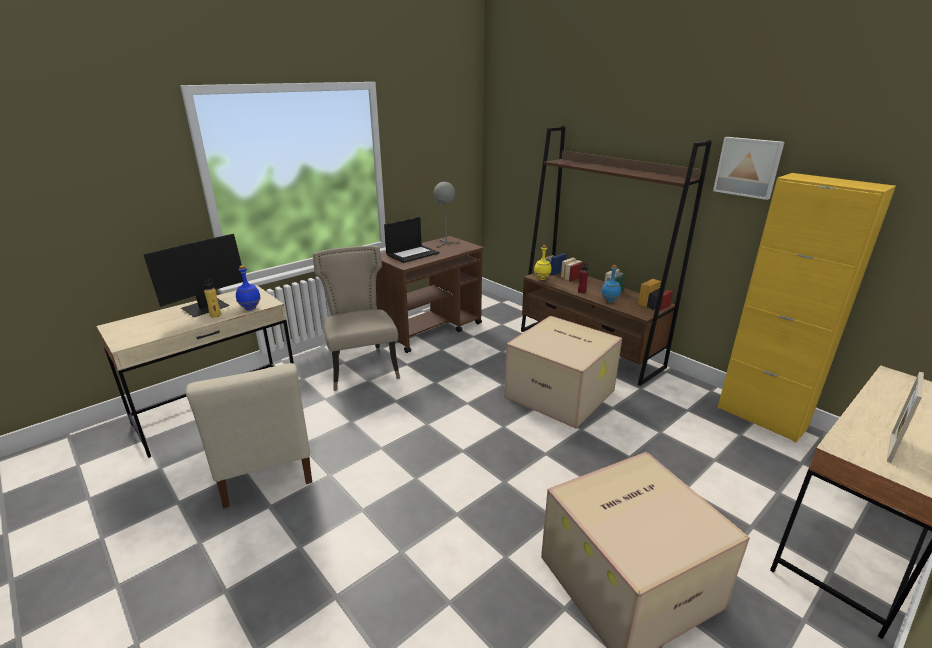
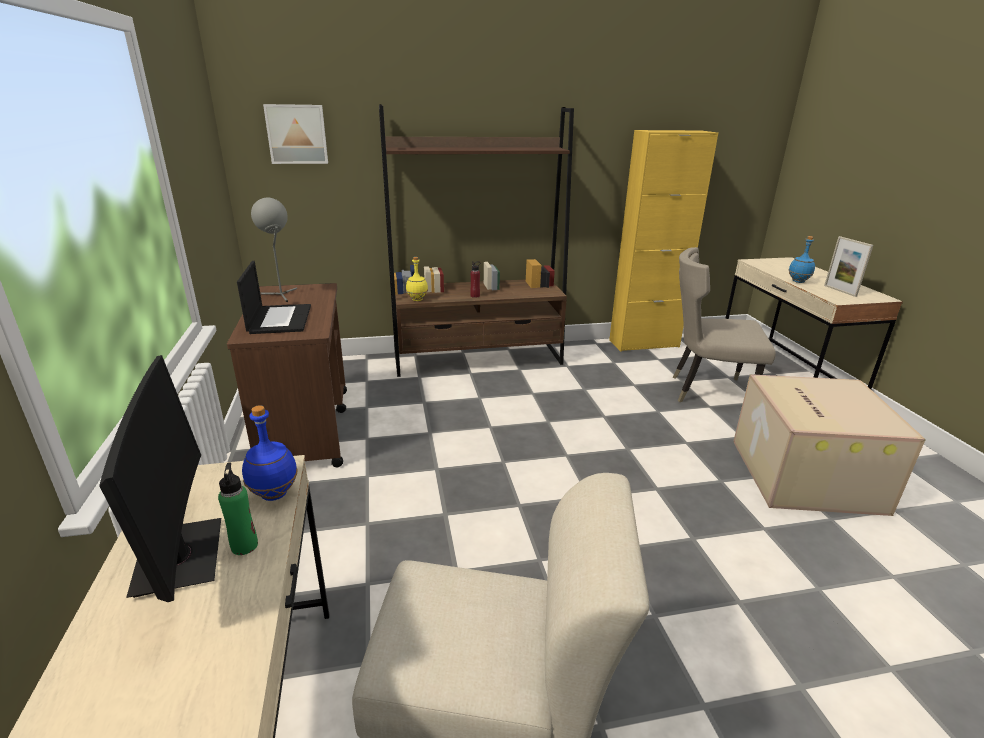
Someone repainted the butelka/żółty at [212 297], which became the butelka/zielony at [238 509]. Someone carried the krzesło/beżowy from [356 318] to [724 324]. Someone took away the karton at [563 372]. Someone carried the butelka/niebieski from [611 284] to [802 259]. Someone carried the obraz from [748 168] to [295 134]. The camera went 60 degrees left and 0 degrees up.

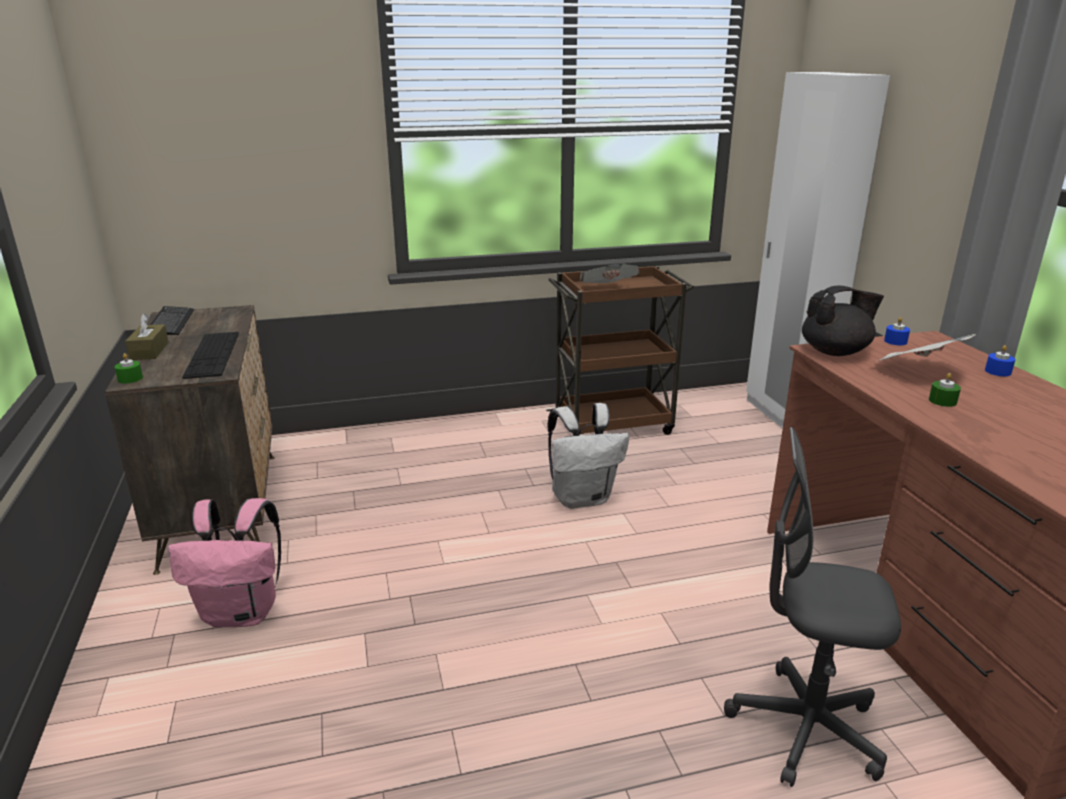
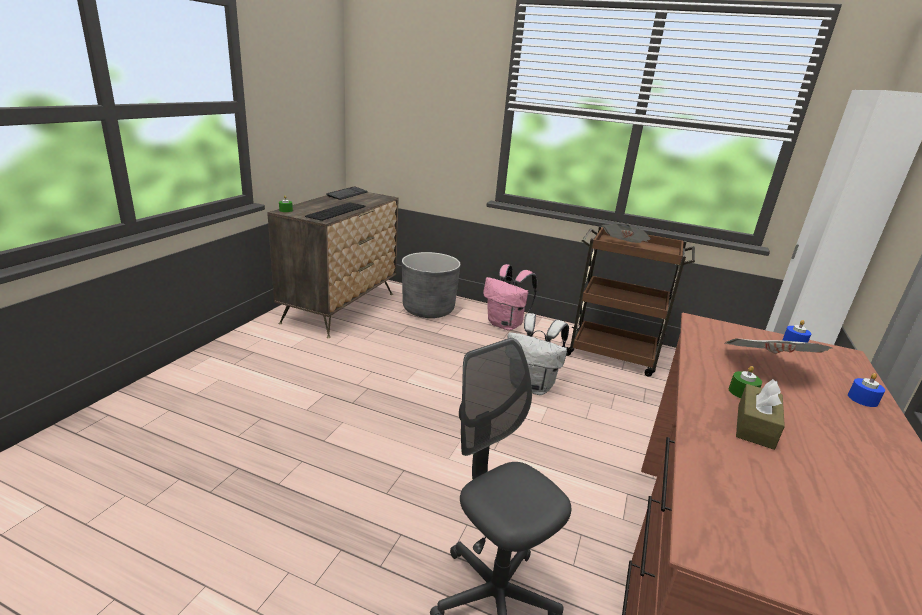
Someone carried the pudełko chusteczek/brązowy from [147 336] to [760 414]. Someone carried the plecak/różowy from [224 562] to [510 297]. Someone took away the imbryk/czarny at [843 320]. Someone put down the donica/szary at [431 285]. The camera went 35 degrees right and 0 degrees up.

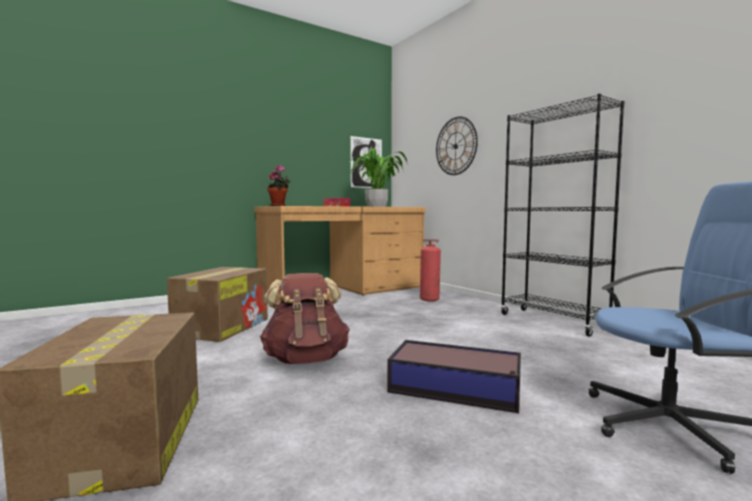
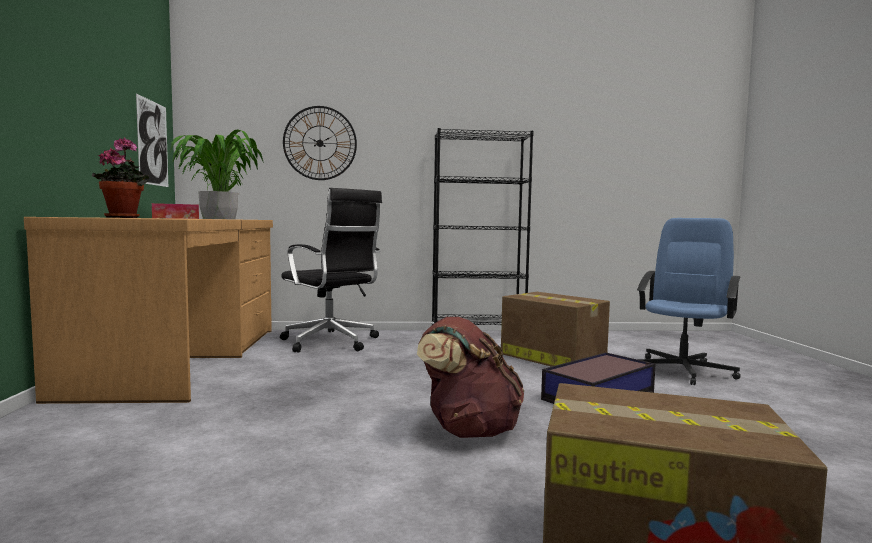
Someone carried the karton from [217 304] to [555 329]. Someone swapped the gaśnica at [430 270] for the krzesło biurowe/czarny at [331 270]. The camera went 60 degrees left and 0 degrees up.

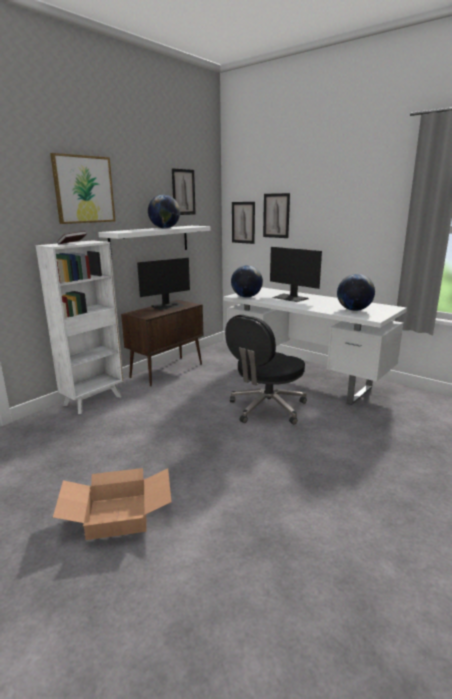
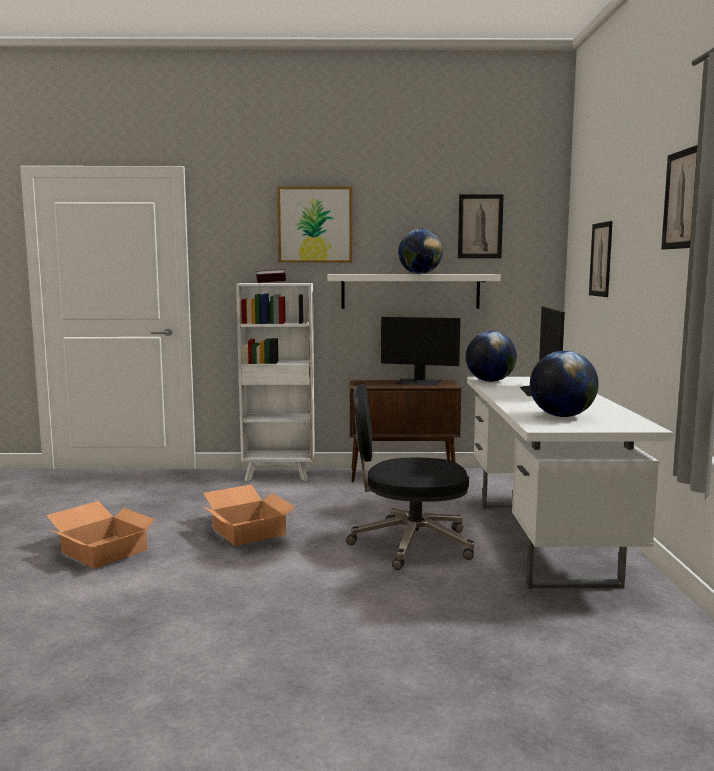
Someone carried the obraz from [243 223] to [679 197]. Someone put down the karton at [248 515]. The camera went 50 degrees right and 10 degrees down.

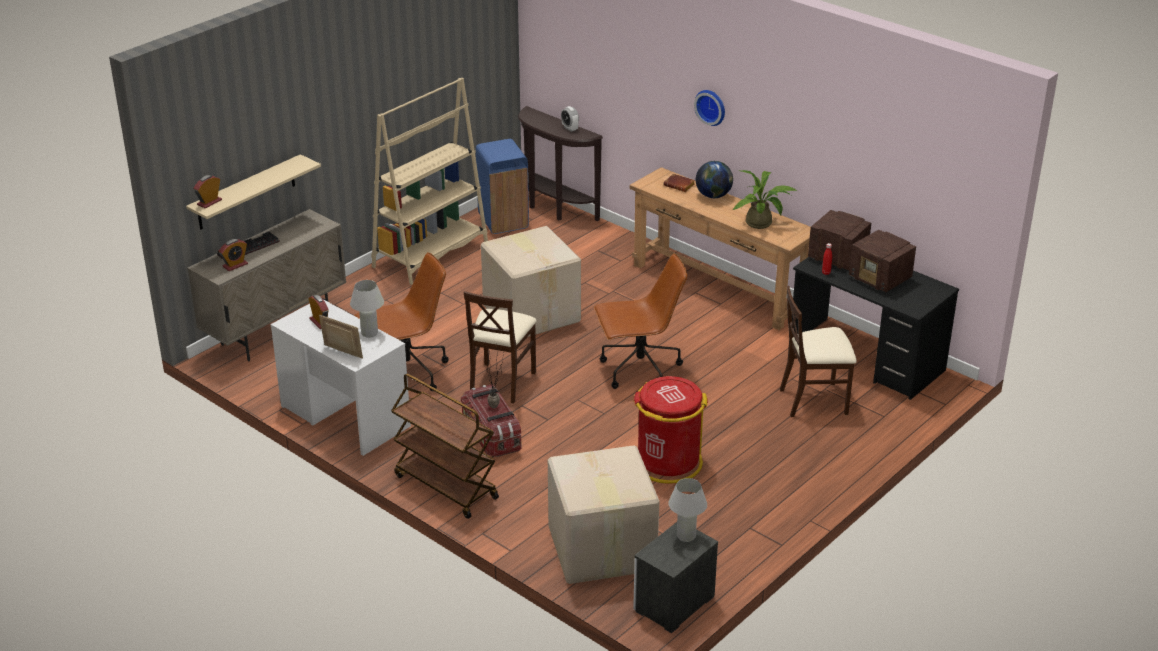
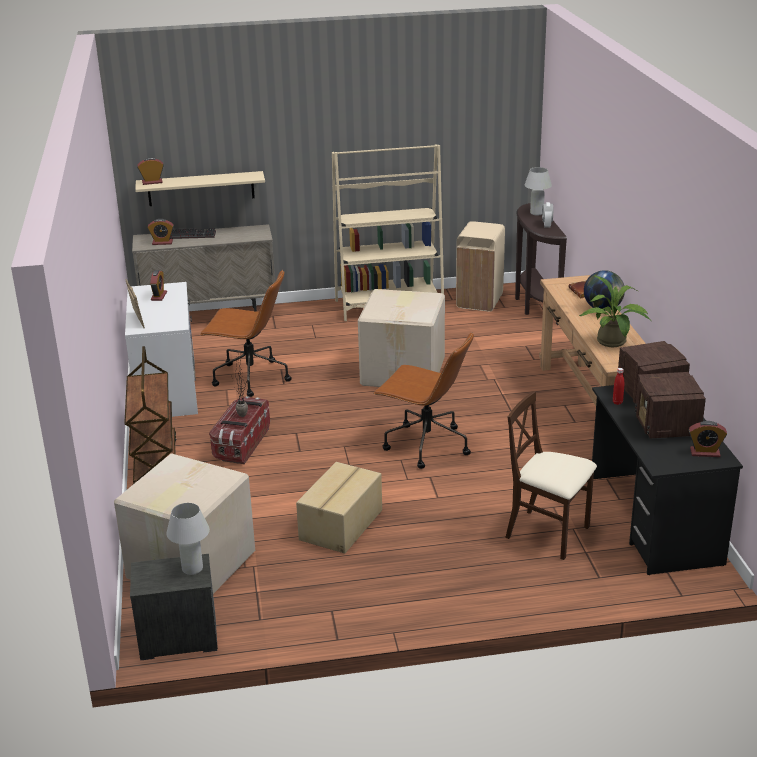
Someone carried the lampa stołowa/biały from [367 309] to [538 191]. Someone took away the krzesło/beżowy at [500 347]. Someone repainted the kosz na śmieci/niebieski at [502 186], which became the kosz na śmieci/beżowy at [480 266]. Someone swapped the kosz na śmieci/czerwony at [671 430] for the karton at [339 507]. Someone took away the zegar ścienny at [709 108]. Someone put down the budzik at [708 439]. The camera went 40 degrees right and 5 degrees down.

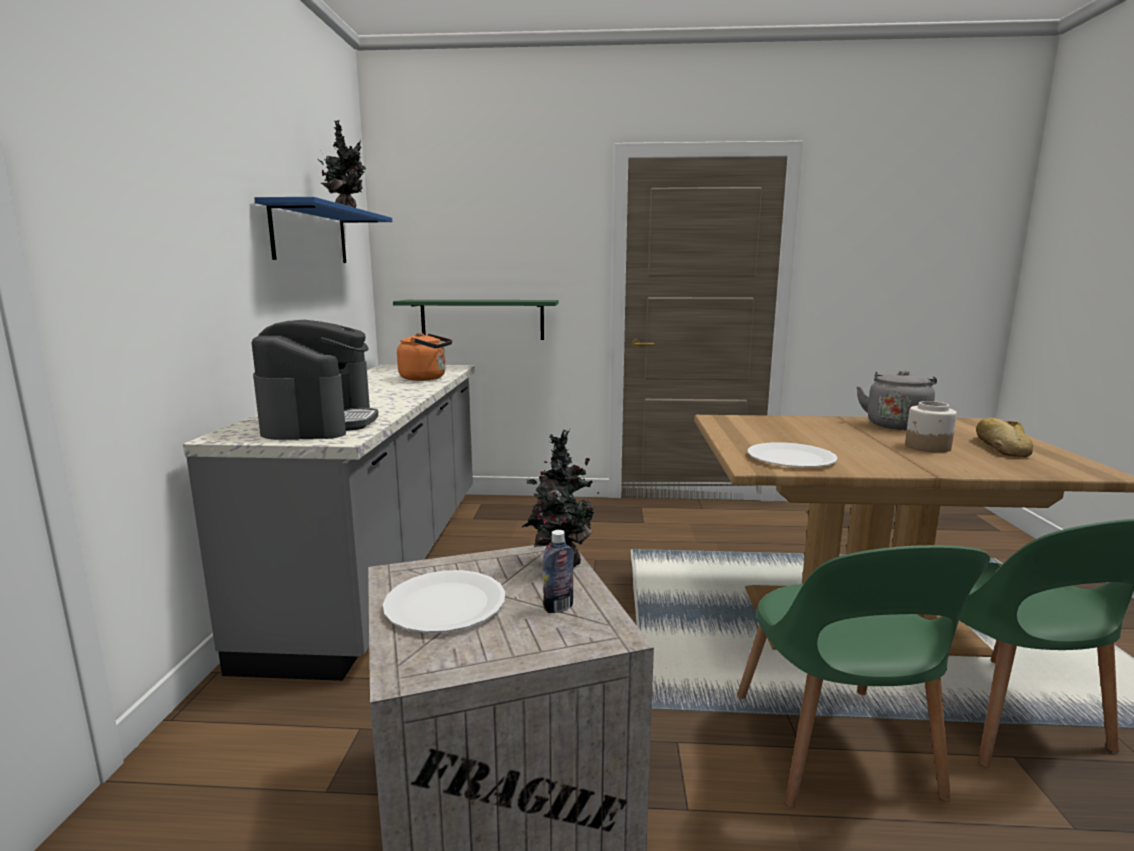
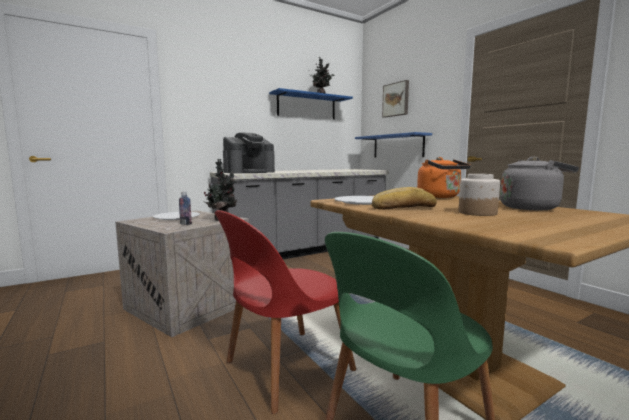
Someone repainted the półka/zielony at [476 320], which became the półka/niebieski at [393 144]. Someone carried the czajnik/pomarańczowy from [424 357] to [444 177]. Someone repainted the krzesło/zielony at [863 676], which became the krzesło/czerwony at [285 312]. Someone carried the chleb from [1004 437] to [404 198]. Someone put up the obraz at [395 99]. The camera went 55 degrees right and 5 degrees down.

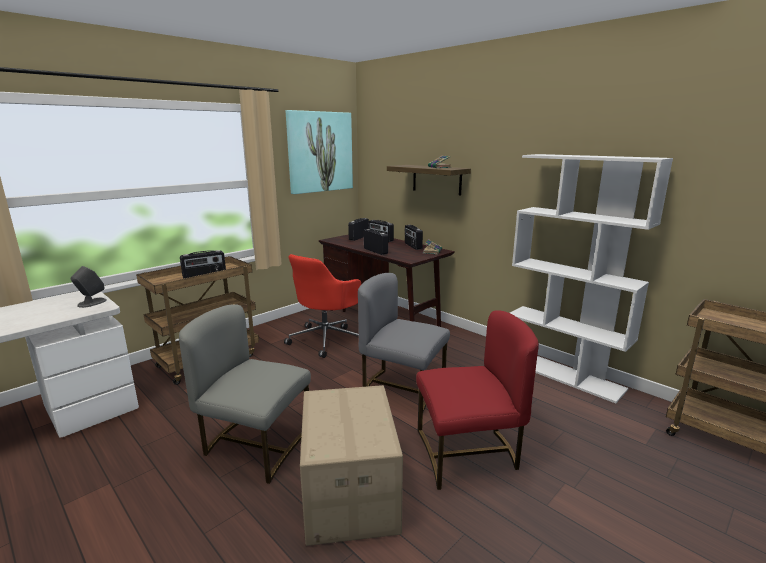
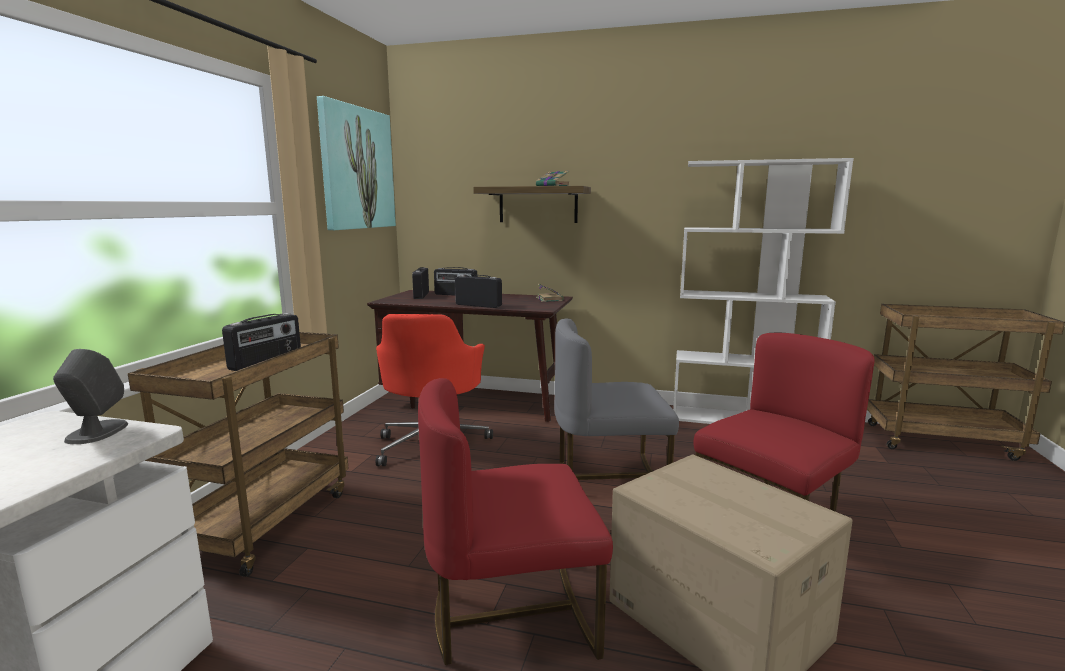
Someone repainted the krzesło/szary at [245 394], which became the krzesło/czerwony at [515 521]. Someone took away the radio at [414 237]. The camera went 30 degrees left and 5 degrees down.

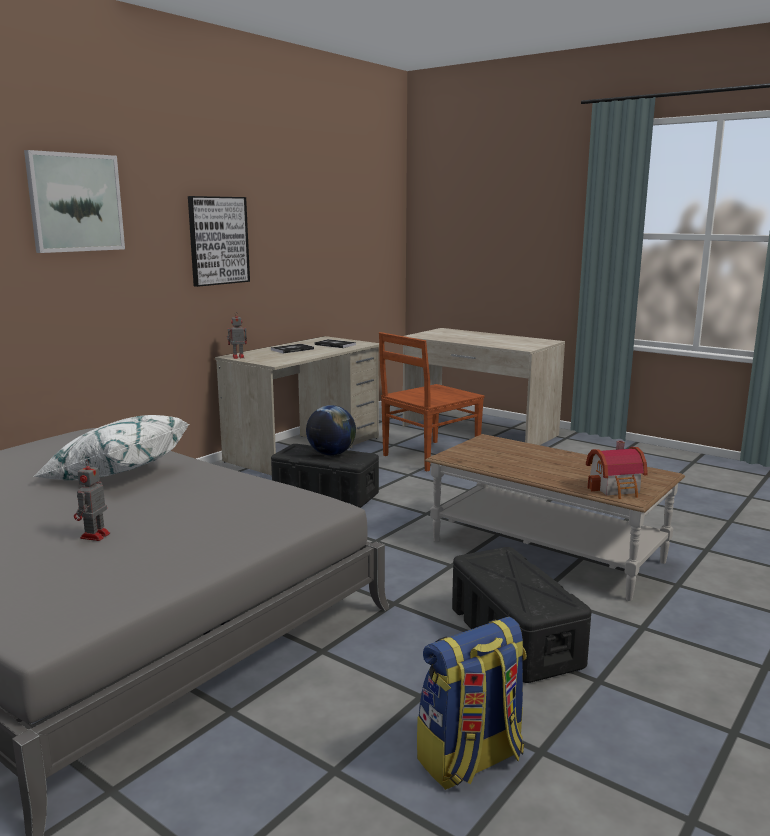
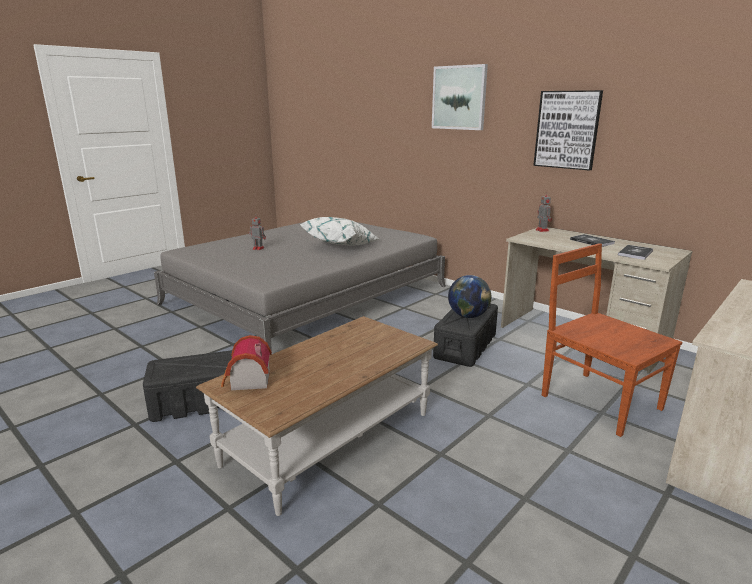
Someone took away the plecak at [471 703]. The camera went 95 degrees right and 5 degrees up.

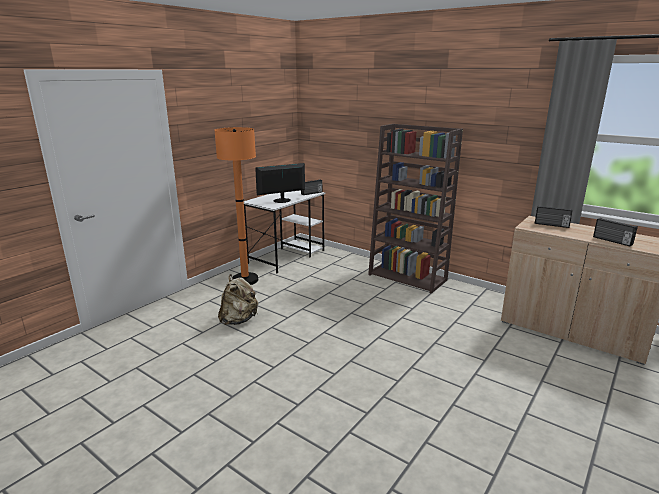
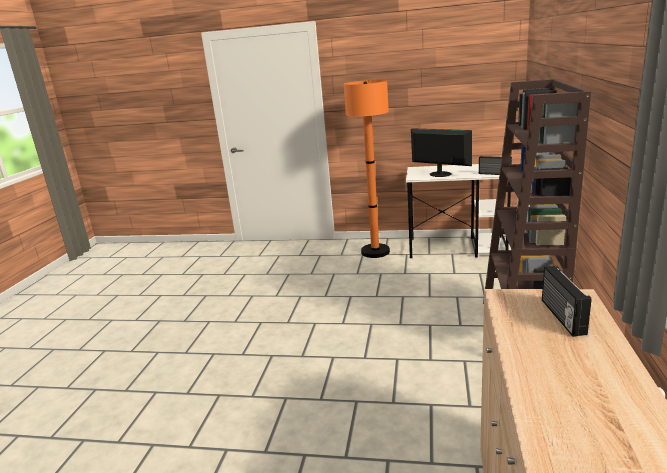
Someone took away the plecak/beżowy at [238 299]. Someone took away the radio at [615 232]. The camera went 65 degrees right and 0 degrees up.

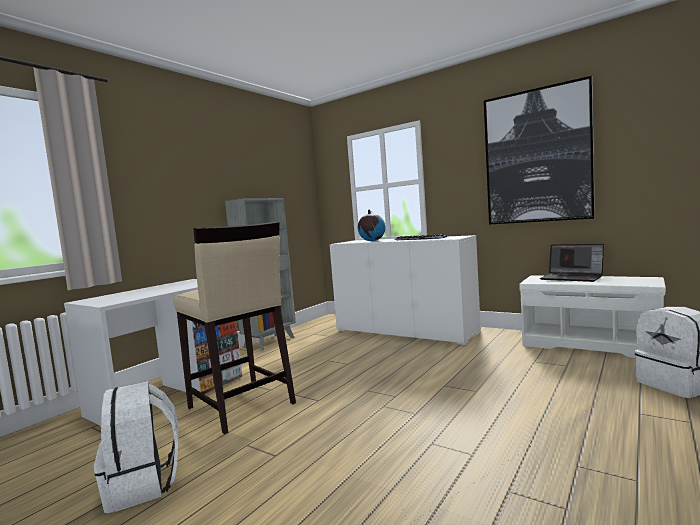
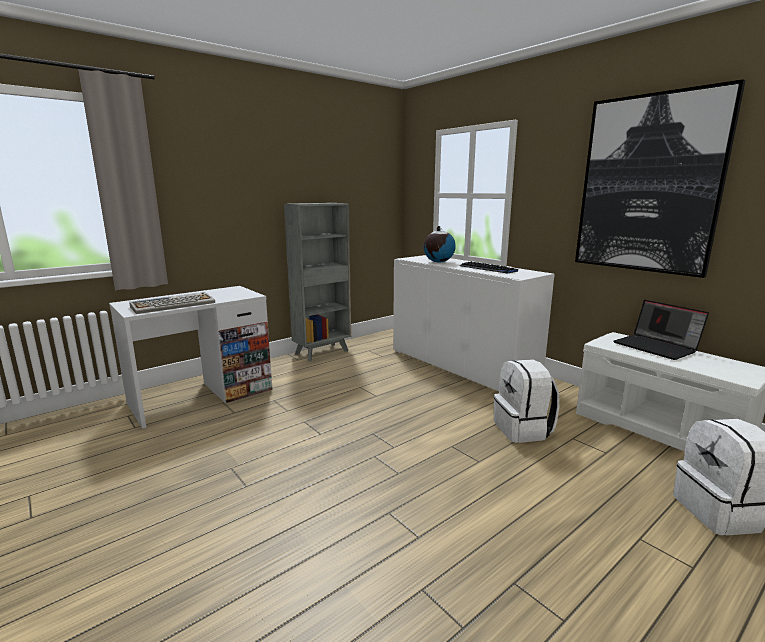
Someone carried the plecak/biały from [136 447] to [526 401]. Someone took away the stołek/beżowy at [234 328]. Someone put down the klawiatura at [172 303]. The camera went 15 degrees right and 10 degrees up.

